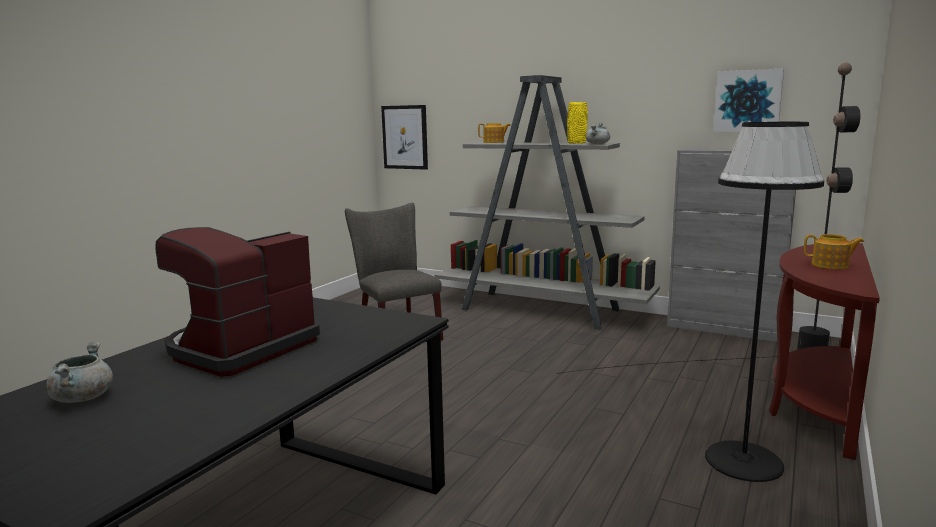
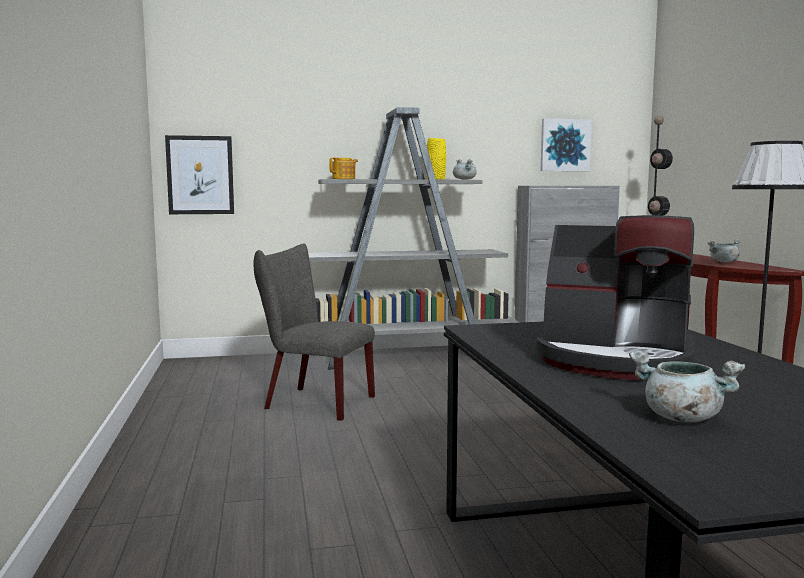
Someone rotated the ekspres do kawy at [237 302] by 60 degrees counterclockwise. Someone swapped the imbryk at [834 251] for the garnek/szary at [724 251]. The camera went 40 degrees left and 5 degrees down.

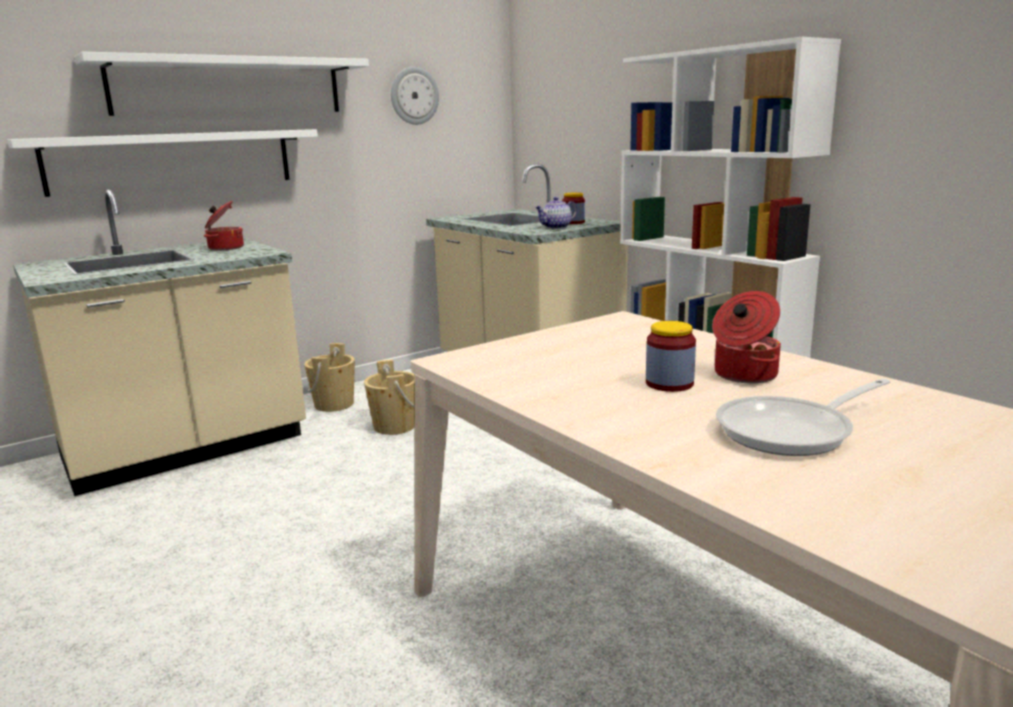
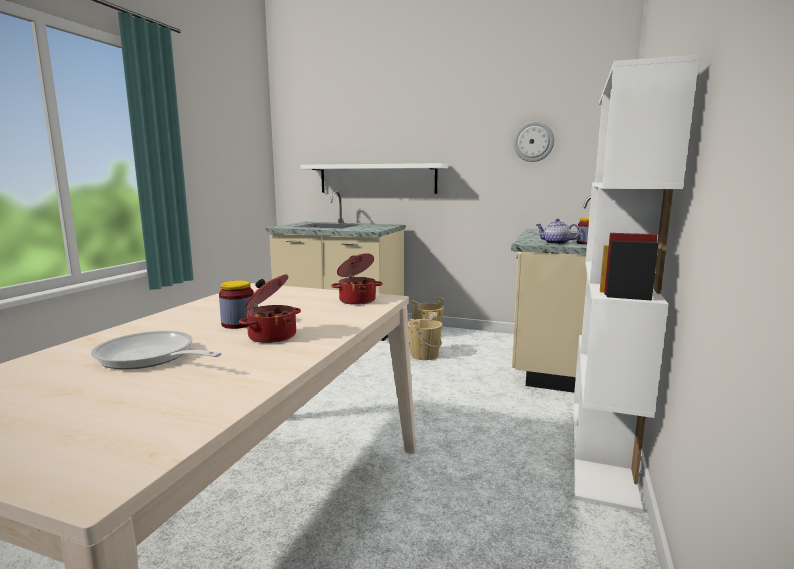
Someone took away the półka/biały at [222 84]. Someone carried the garnek from [224 226] to [357 279]. The camera went 55 degrees right and 5 degrees down.

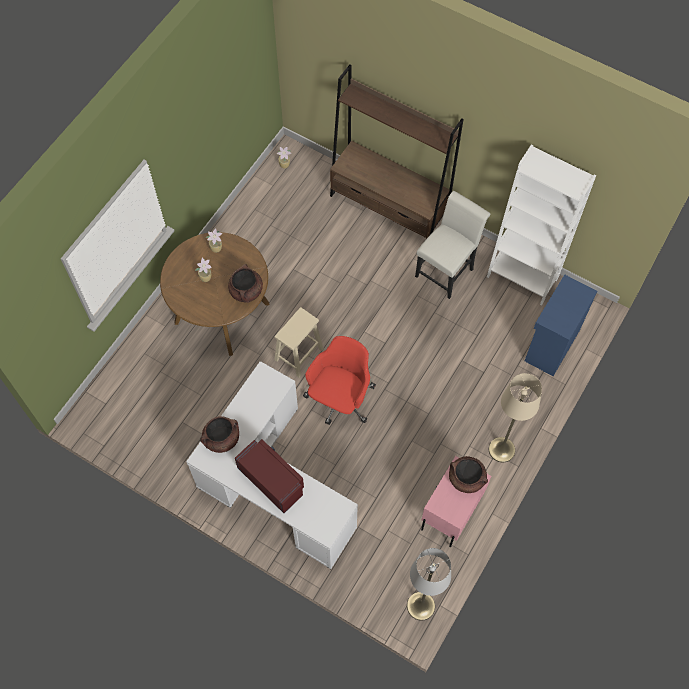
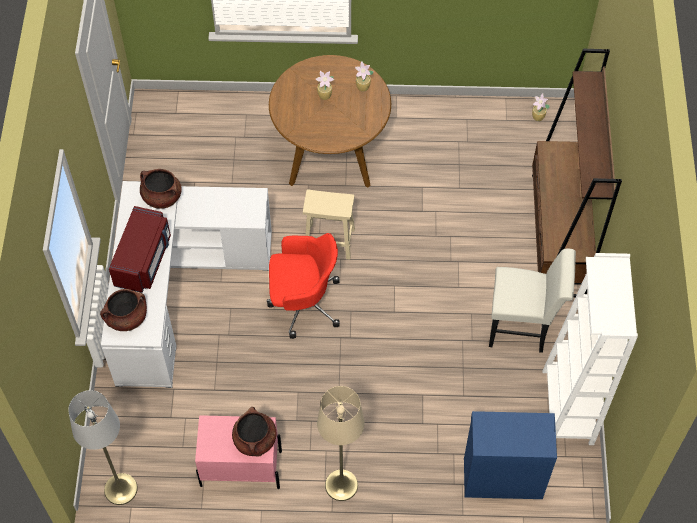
Someone carried the garnek/brązowy from [245 283] to [123 310]. The camera went 60 degrees right and 5 degrees down.

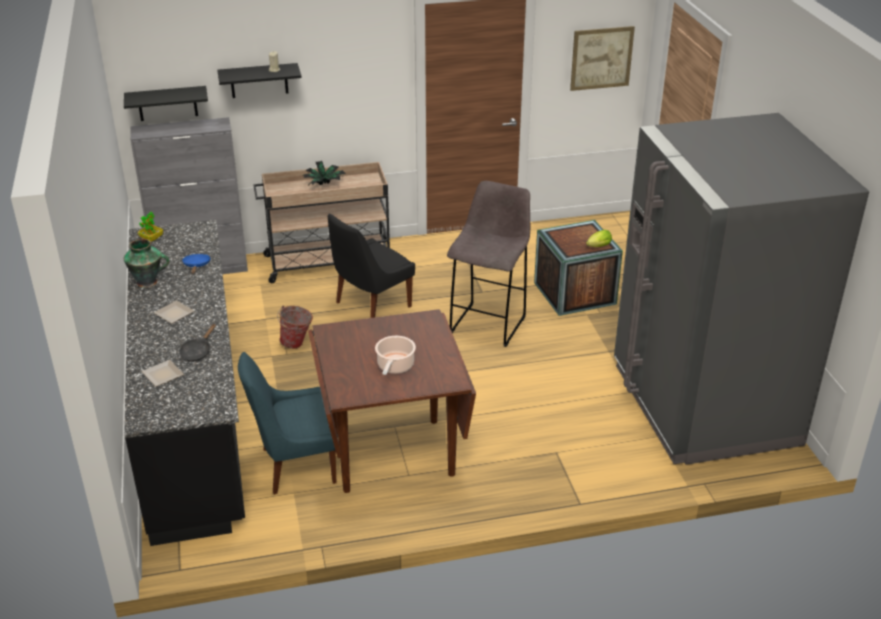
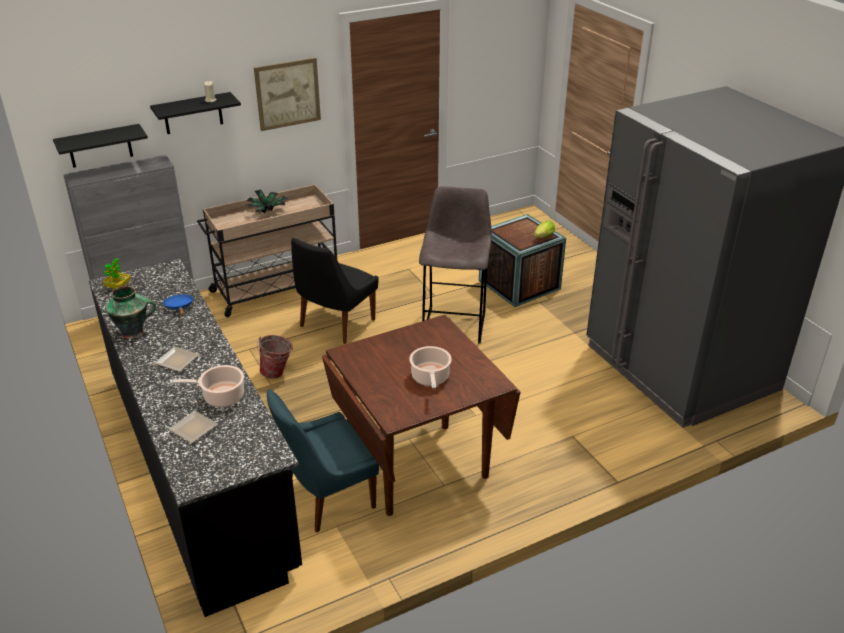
Someone swapped the patelnia/czarny at [197 343] for the garnek at [207 386]. Someone carried the obraz from [602 58] to [287 94]. The camera went 15 degrees left and 0 degrees up.

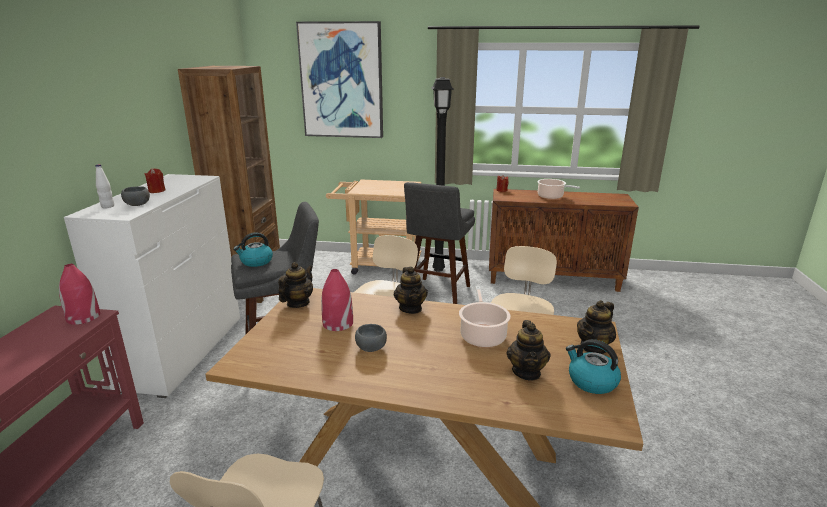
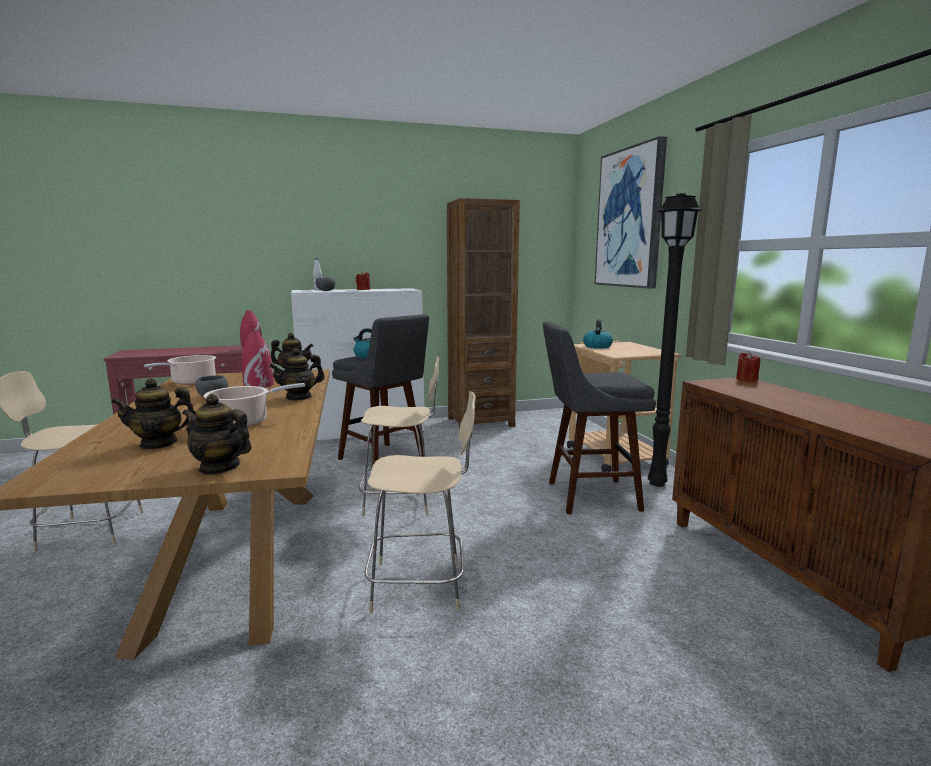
Someone carried the garnek from [558 189] to [180 370]. Someone carried the czajnik from [593 366] to [598 334]. The camera went 65 degrees right and 10 degrees down.

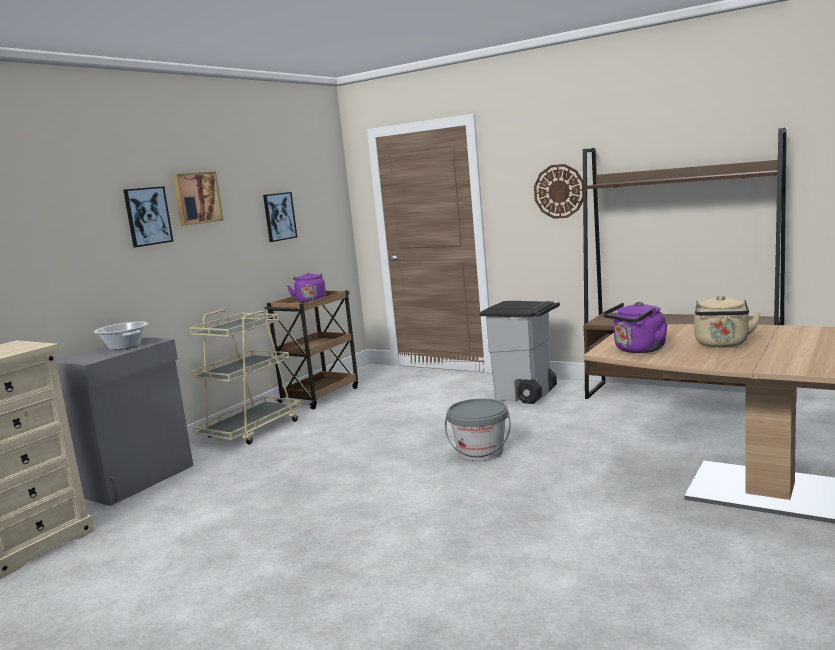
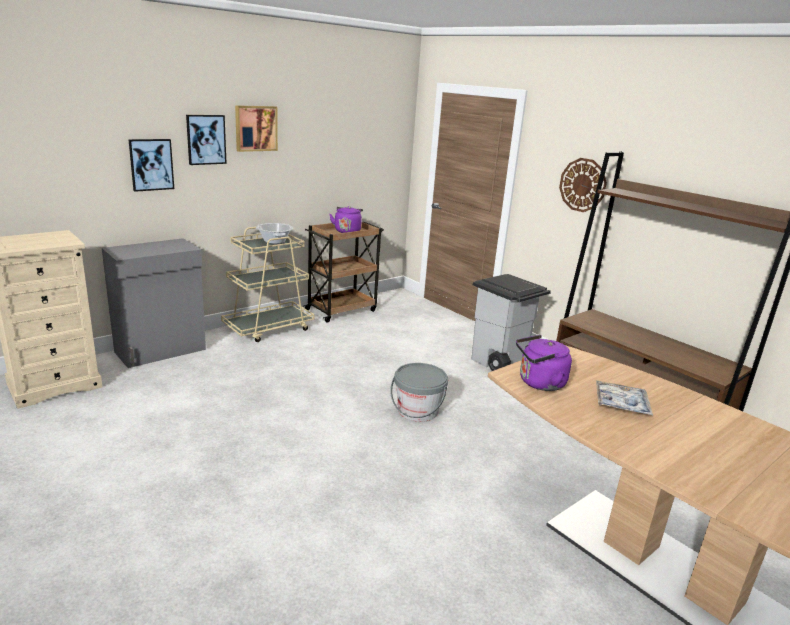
Someone carried the garnek from [121 335] to [274 233]. Someone carried the obraz from [280 217] to [151 165]. Someone swapped the czajnik/beżowy at [727 321] for the taca at [624 397]. The camera went 15 degrees right and 10 degrees up.

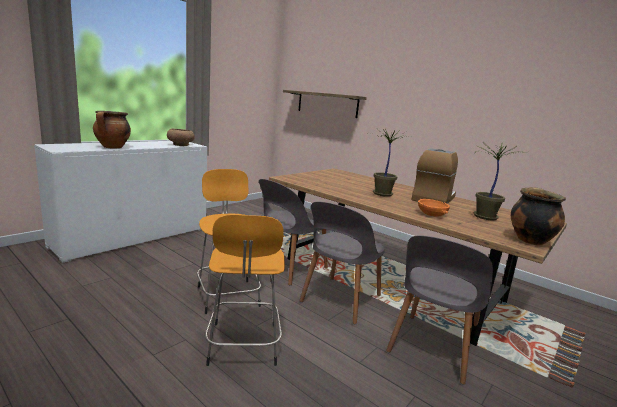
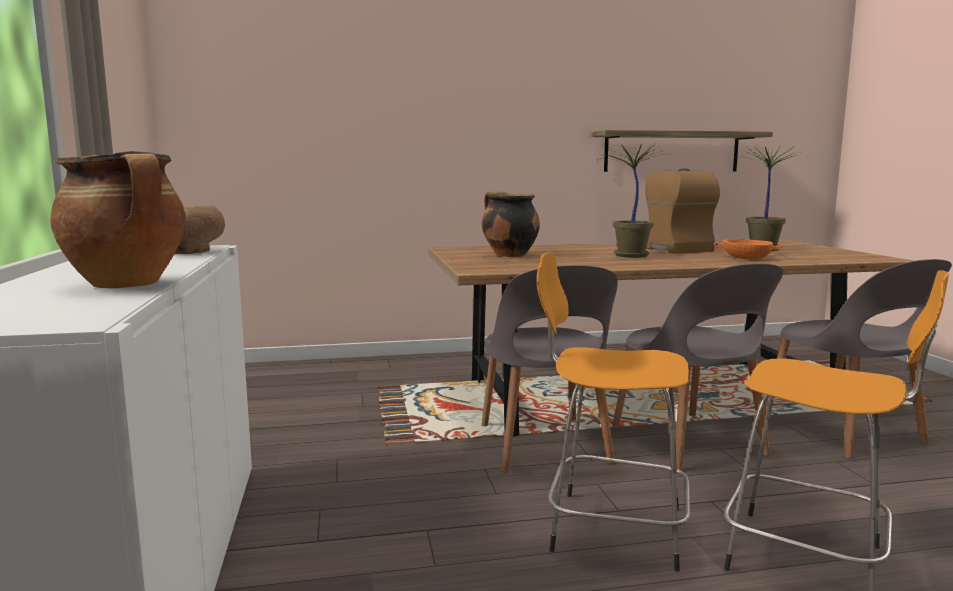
Someone carried the półka from [325 104] to [682 151]. Someone carried the garnek from [538 216] to [511 224]. The camera went 50 degrees left and 5 degrees down.

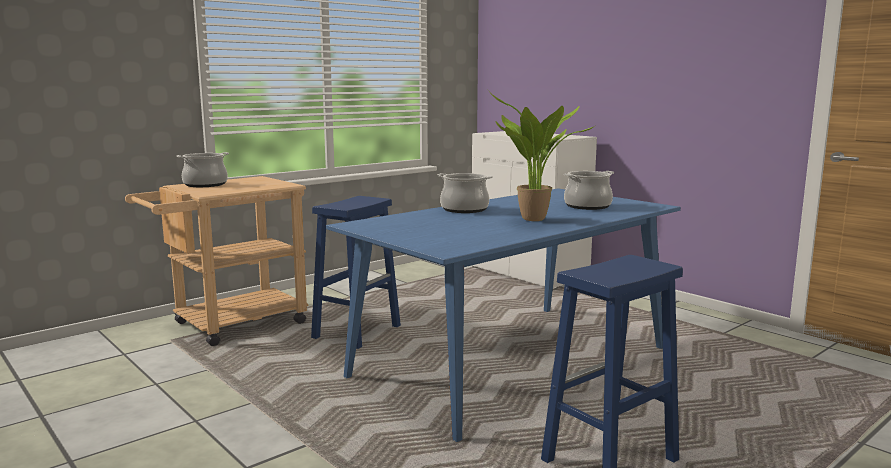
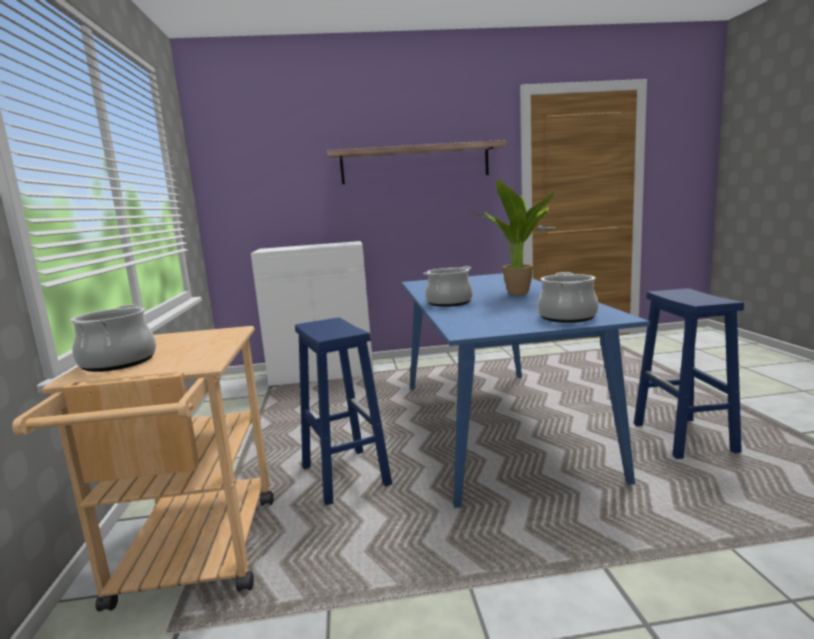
Someone carried the garnek from [589 190] to [568 297]. Someone put up the półka at [416 162]. The camera went 55 degrees left and 0 degrees up.

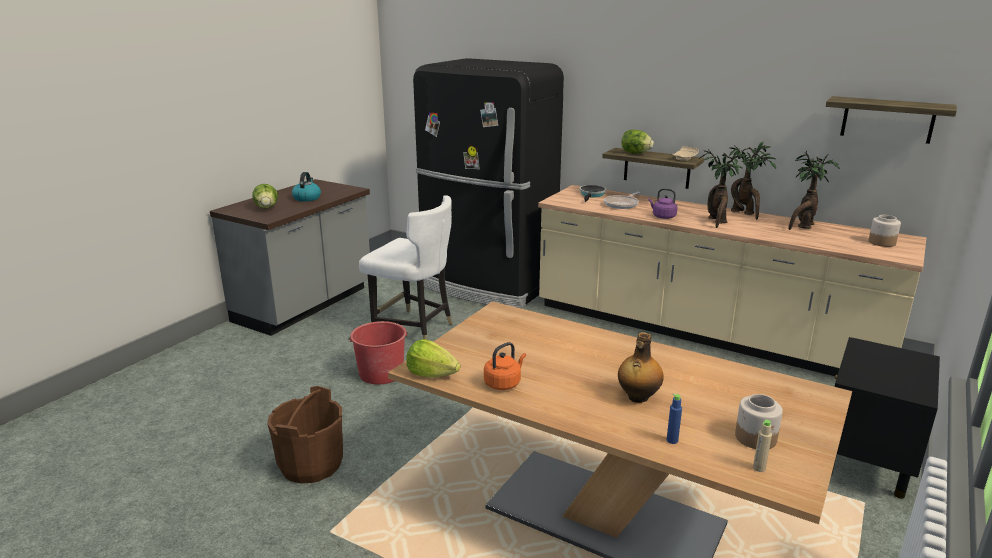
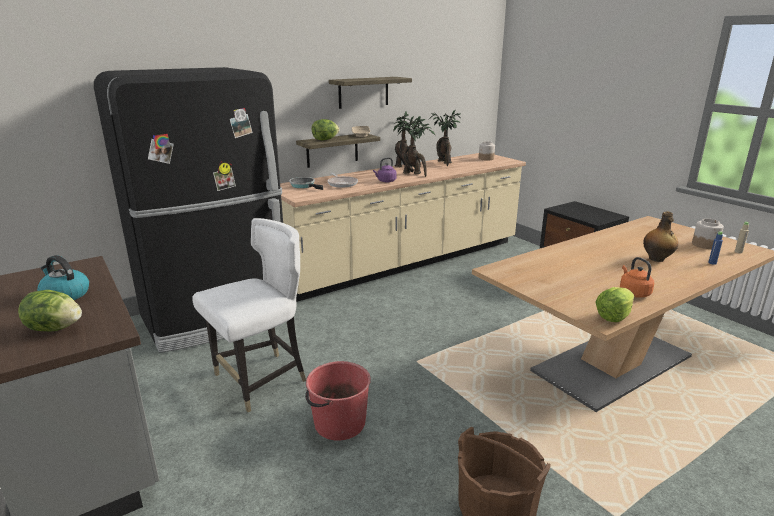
Someone carried the półka from [891 120] to [370 93]. The camera went 65 degrees left and 0 degrees up.

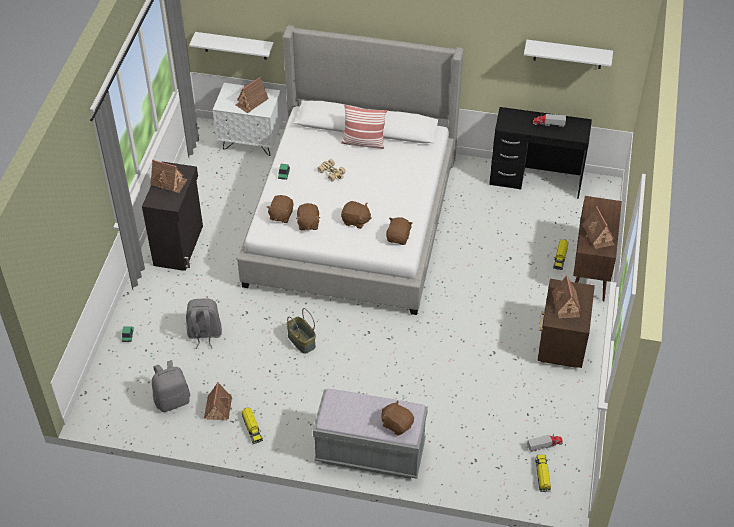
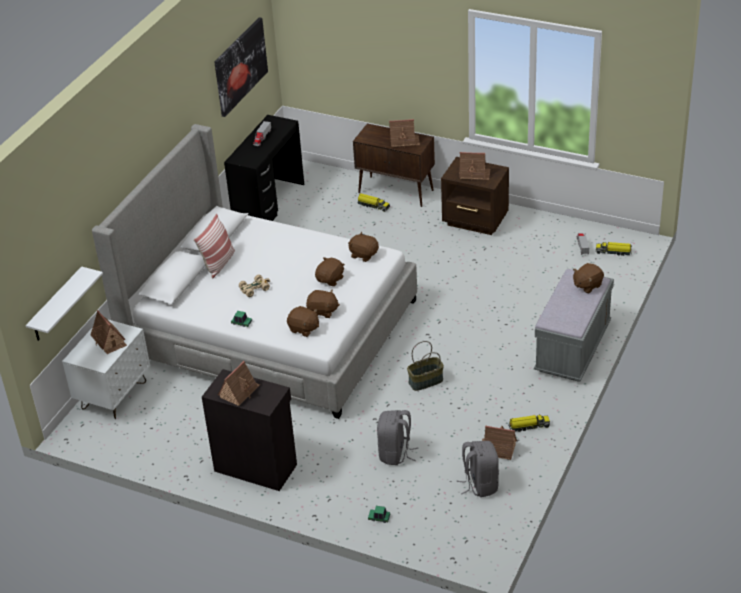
Someone swapped the półka/biały at [568 54] for the obraz at [241 67]. The camera went 75 degrees left and 10 degrees down.

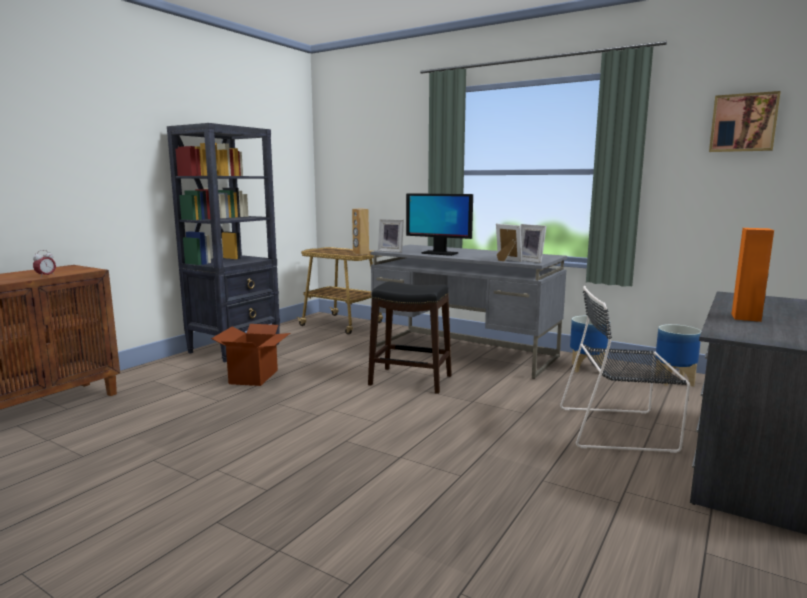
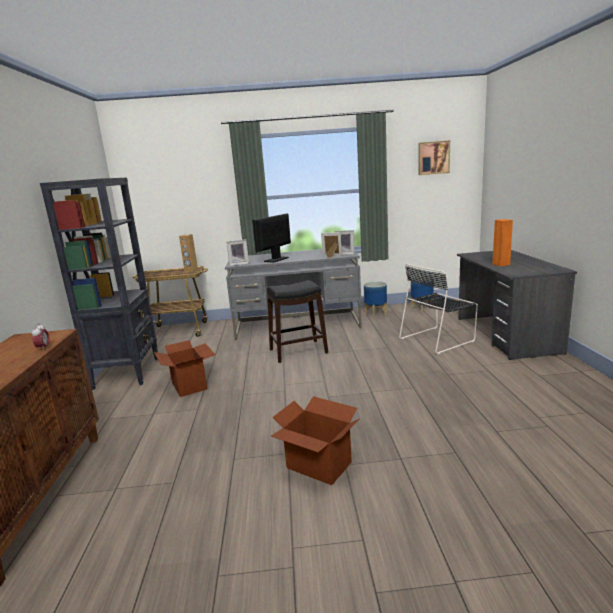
Someone rotated the monitor at [439 224] by 135 degrees clockwise. Someone put down the karton at [315 440]. The camera went 35 degrees left and 5 degrees up.

